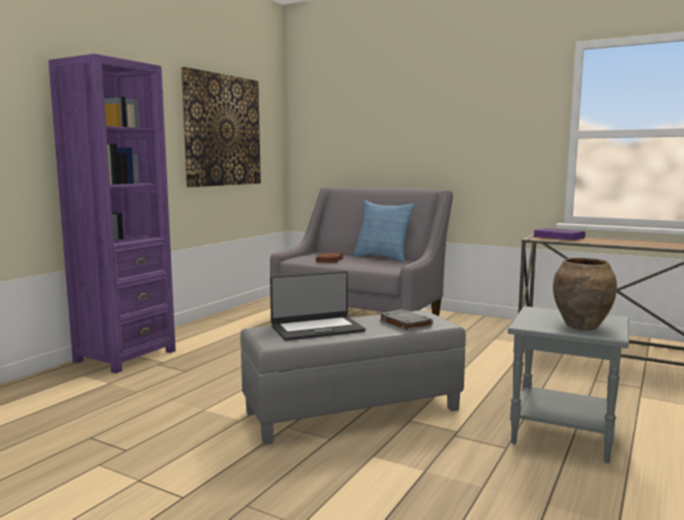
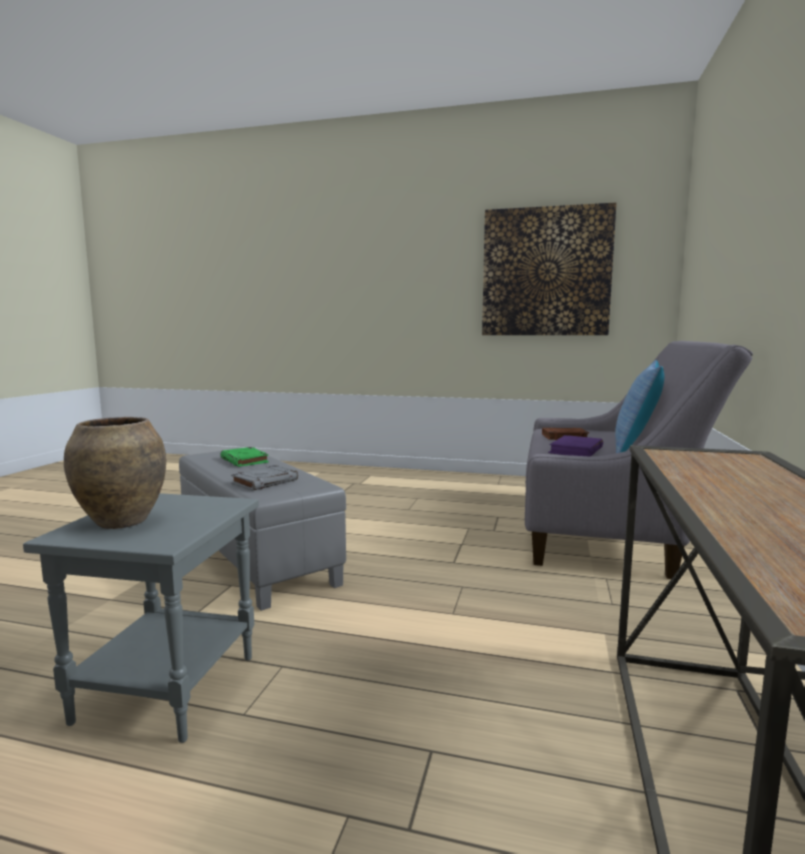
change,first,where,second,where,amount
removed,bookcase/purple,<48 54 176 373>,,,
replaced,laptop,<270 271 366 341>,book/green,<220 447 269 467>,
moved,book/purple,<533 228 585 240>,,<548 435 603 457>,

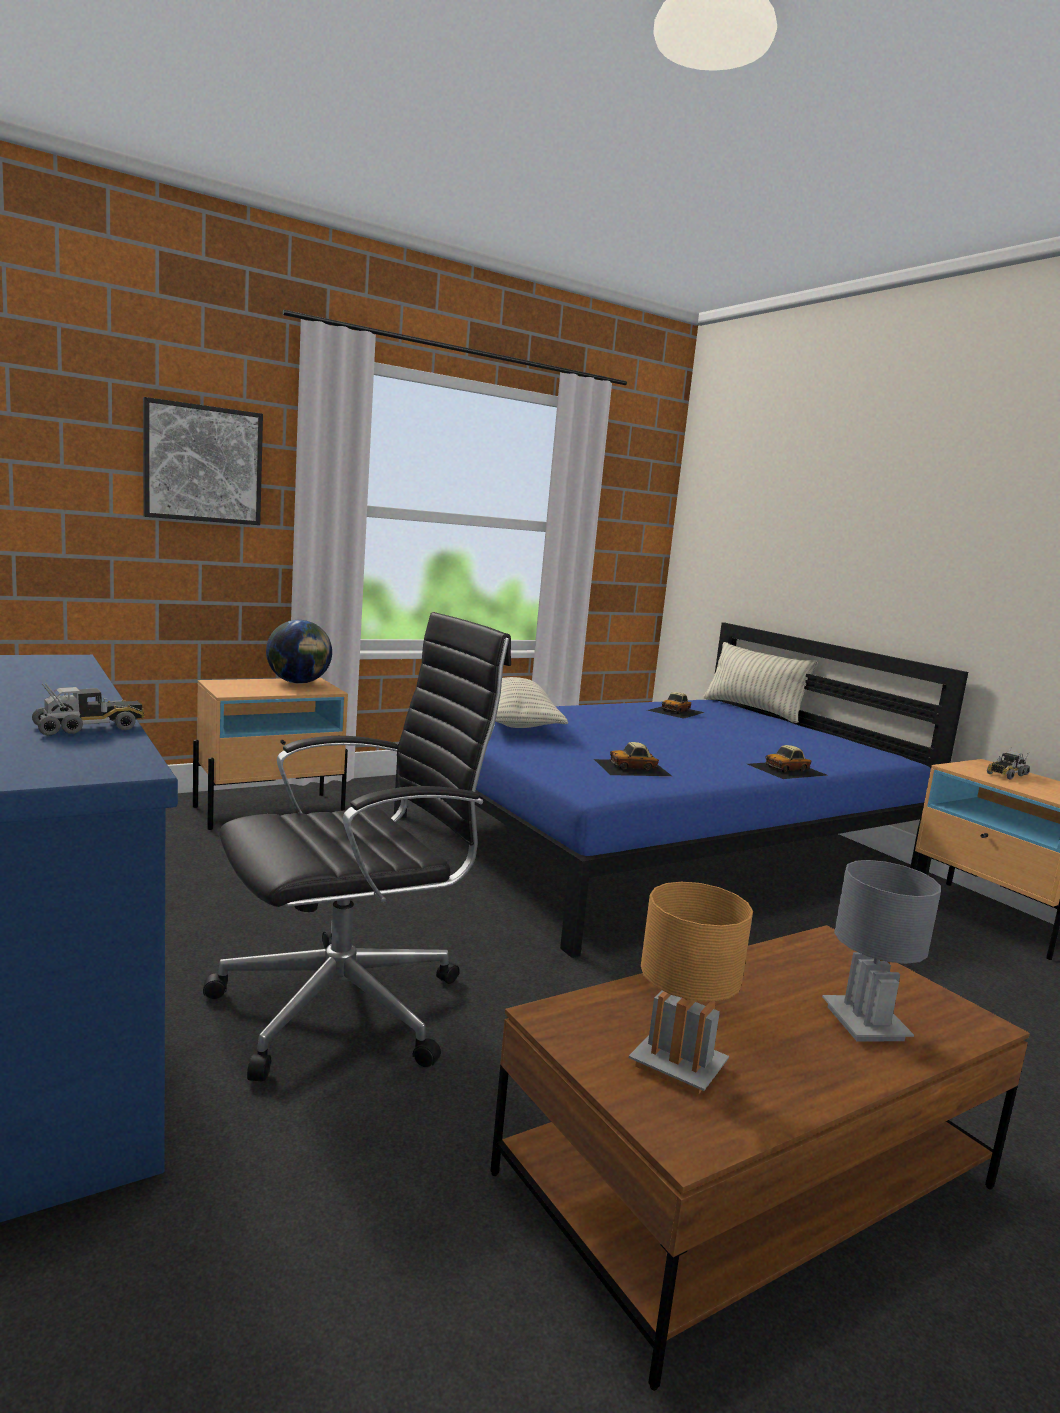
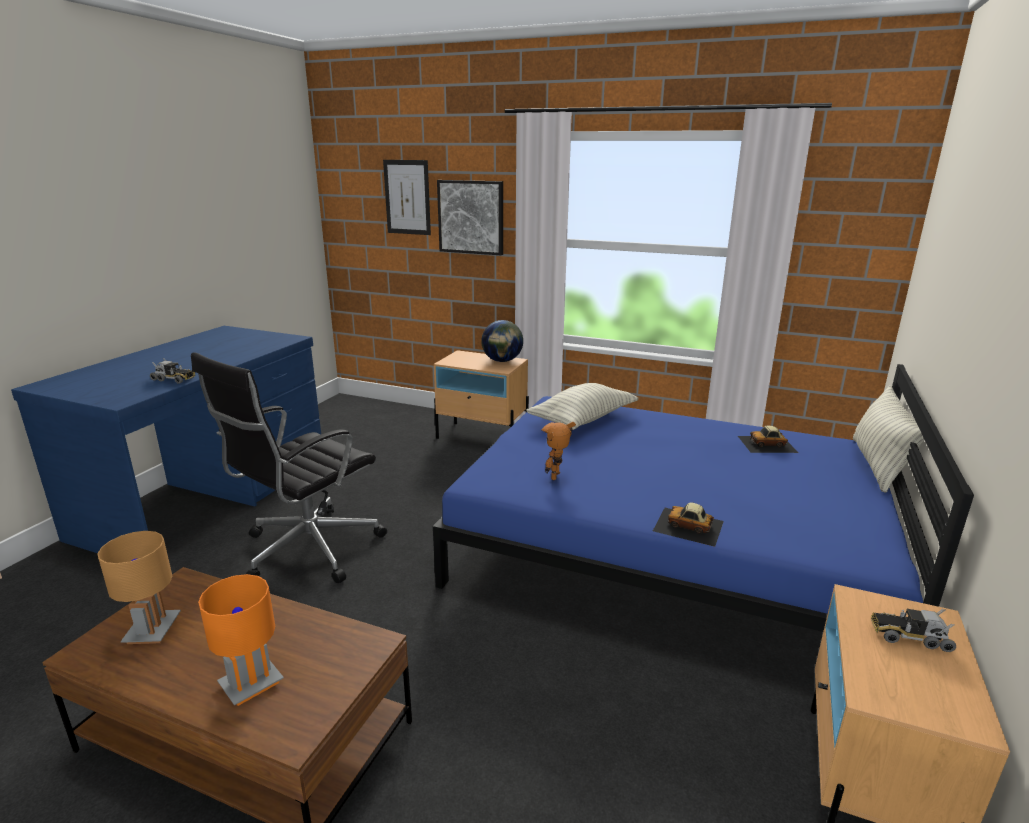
change,first,where,second,where,amount
turned,office chair/black,<203 612 511 1082>,,<191 352 387 583>,105 degrees clockwise
replaced,toy car,<594 742 672 776>,toy robot,<541 422 576 481>,
recoloured,table lamp/grey,<822 860 941 1041>,table lamp/orange,<198 574 284 706>,
added,,,picture,<383 160 431 235>,

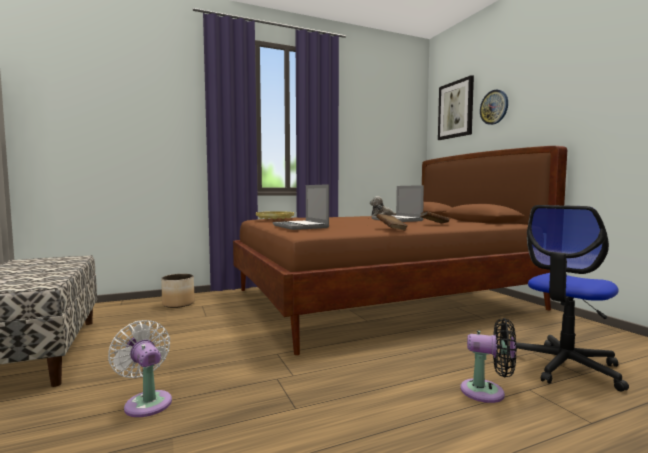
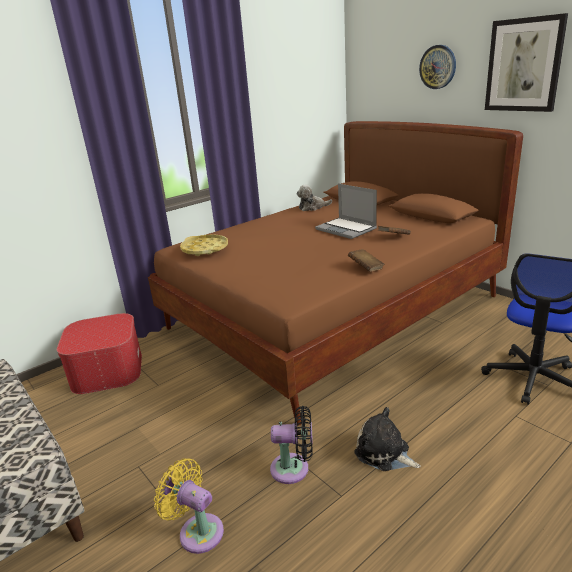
change,first,where,second,where,amount
recoloured,fan/white,<108 320 172 417>,fan/yellow,<154 458 224 554>,
replaced,planter,<161 274 195 308>,ottoman,<57 313 142 394>,
removed,laptop,<273 184 329 230>,,,
moved,picture,<438 75 474 140>,,<485 13 568 112>,
moved,fan/black,<460 318 516 403>,,<270 406 313 484>,
added,,,plush toy,<354 407 421 471>,

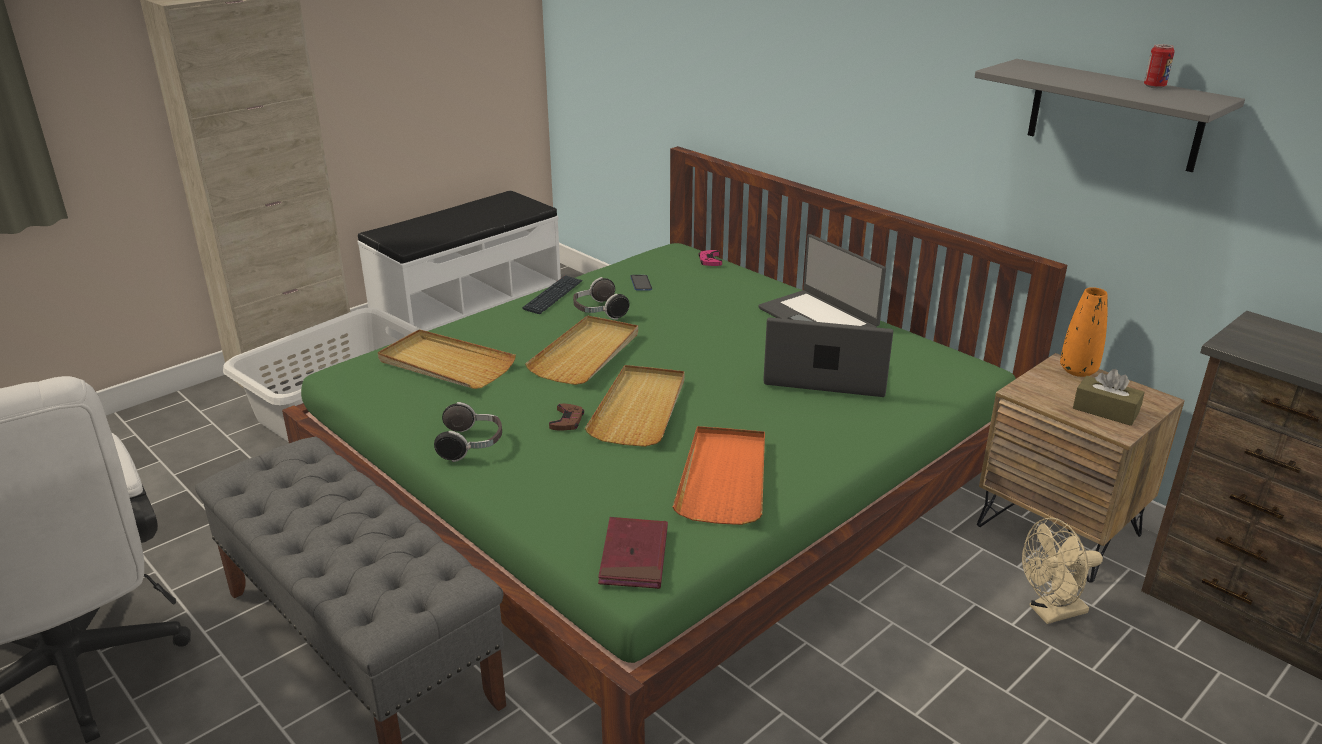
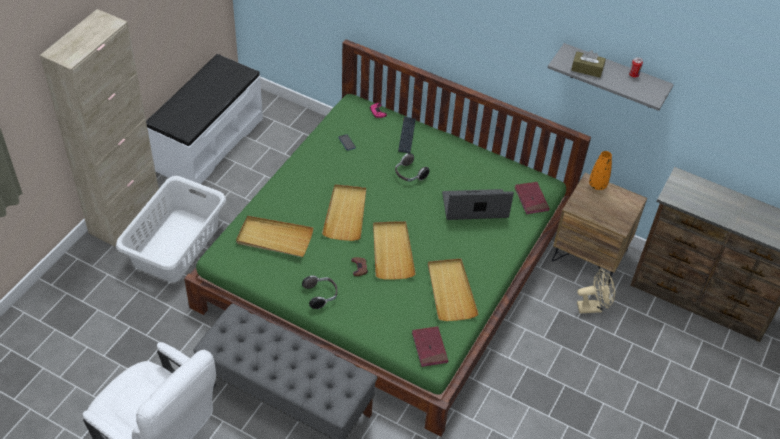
change,first,where,second,where,amount
moved,keyboard,<522 275 583 314>,,<398 117 416 153>,
moved,headphones,<573 277 630 320>,,<395 153 429 181>,
recoloured,tray/orange,<673 426 765 525>,tray/beige,<428 259 478 321>,
removed,laptop,<758 234 886 327>,,,
turned,fan/beige,<1022 518 1103 624>,,<577 268 615 313>,150 degrees counterclockwise
moved,tissue box/brown,<1073 369 1145 426>,,<571 50 606 78>,
added,,,book/red,<515 182 550 214>,

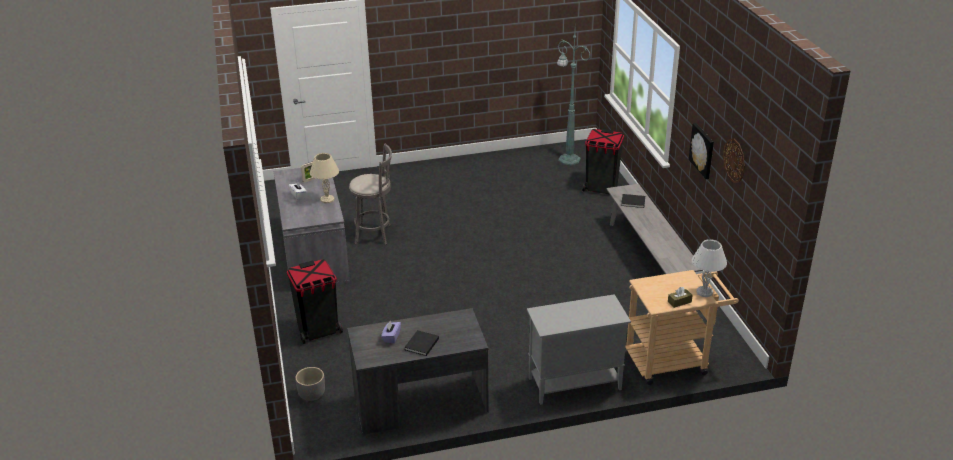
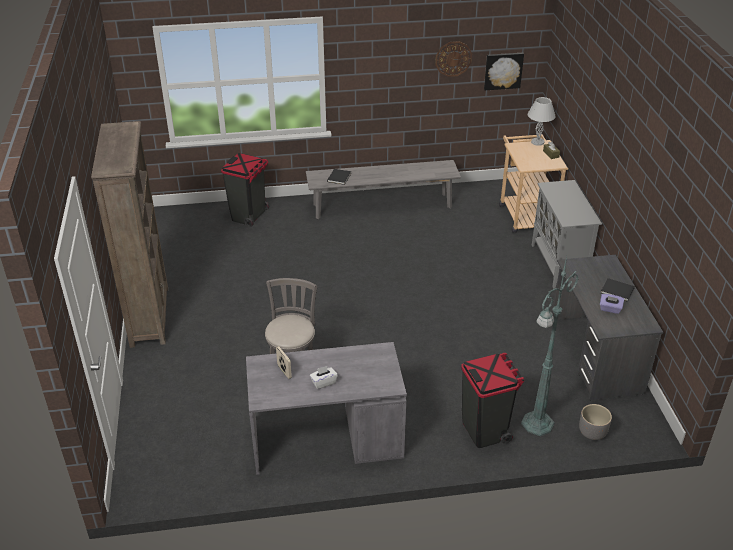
change,first,where,second,where,amount
removed,table lamp/beige,<310 153 339 203>,,,
moved,floor lamp/green,<557 30 591 166>,,<521 256 578 436>,
moved,picture,<689 123 714 179>,,<484 53 524 90>,
added,,,bookcase/brown,<91 121 168 348>,

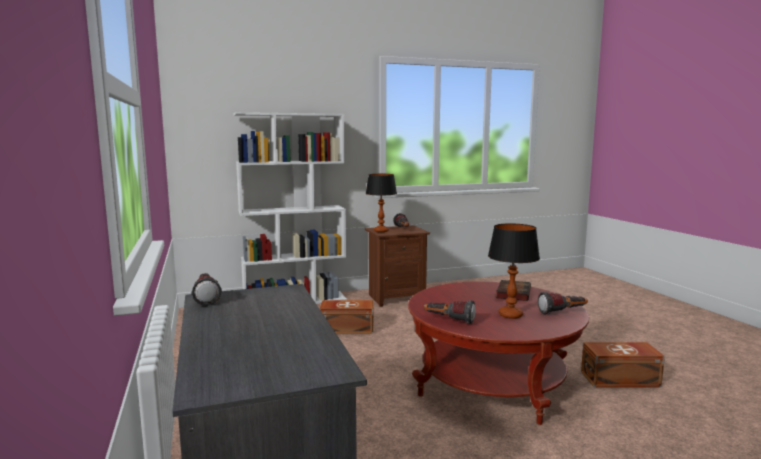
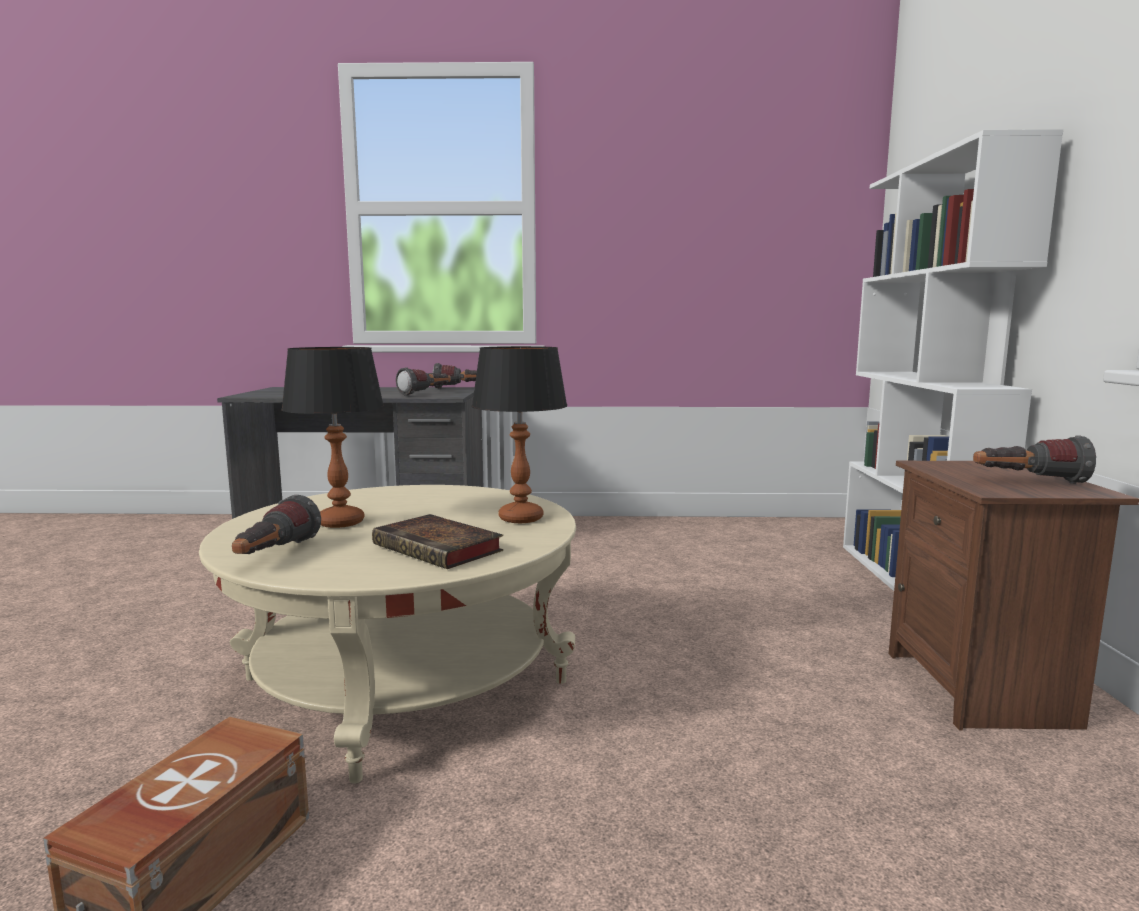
change,first,where,second,where,amount
removed,storage box/brown,<319 300 374 334>,,,
moved,table lamp,<366 174 397 232>,,<471 346 567 523>,
recoloured,coffee table/red,<408 282 589 425>,coffee table/beige,<199 485 576 784>,
moved,flashlight,<424 300 476 324>,,<396 367 451 396>,

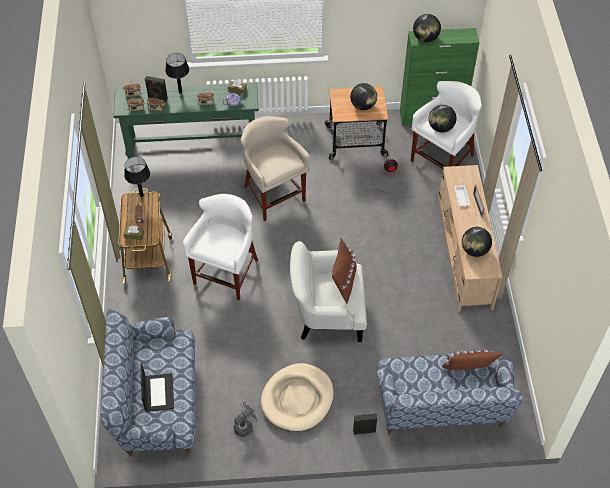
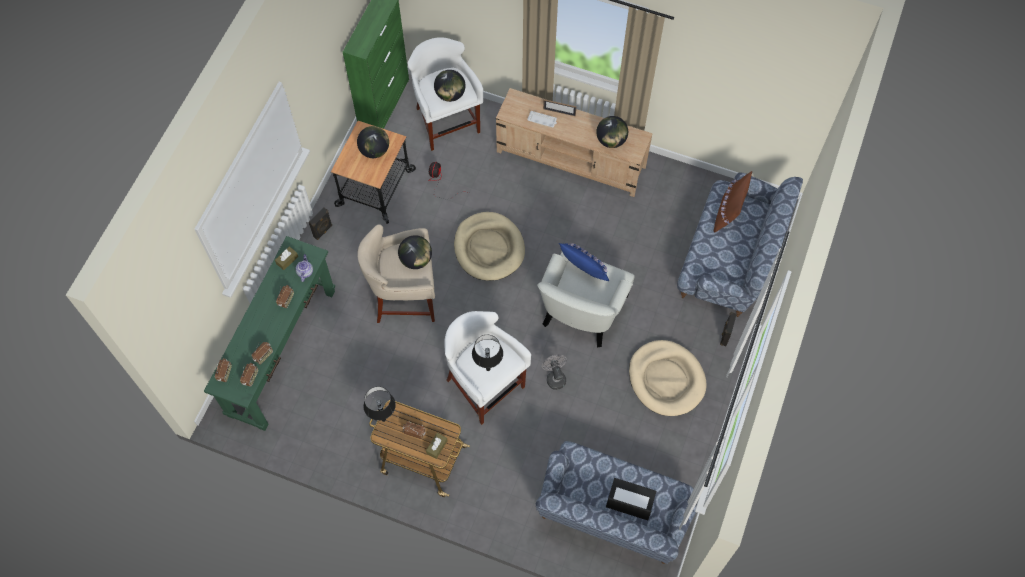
change,first,where,second,where,amount
moved,speaker/black,<145 76 168 102>,,<309 208 332 240>,
moved,table lamp/black,<165 53 189 94>,,<472 335 503 371>,
moved,fan/grey,<234 401 258 437>,,<542 355 567 390>,
recoloured,pillow/brown,<332 238 357 304>,pillow/blue,<559 243 609 281>,
moved,globe,<413 14 441 42>,,<398 235 432 269>,
added,,,dog bed/beige,<454 212 525 281>,

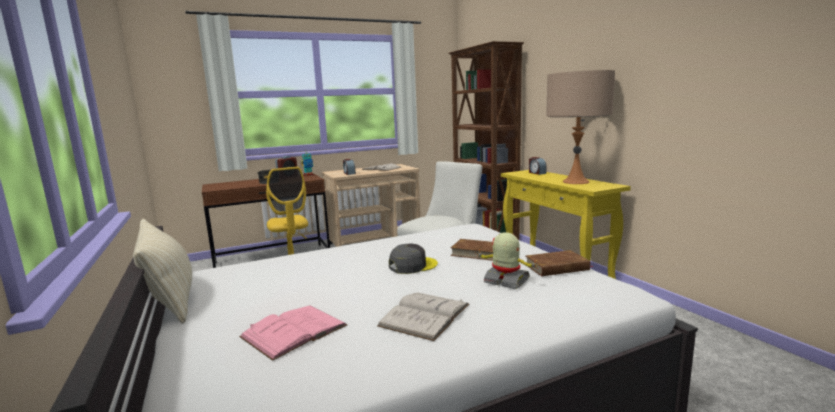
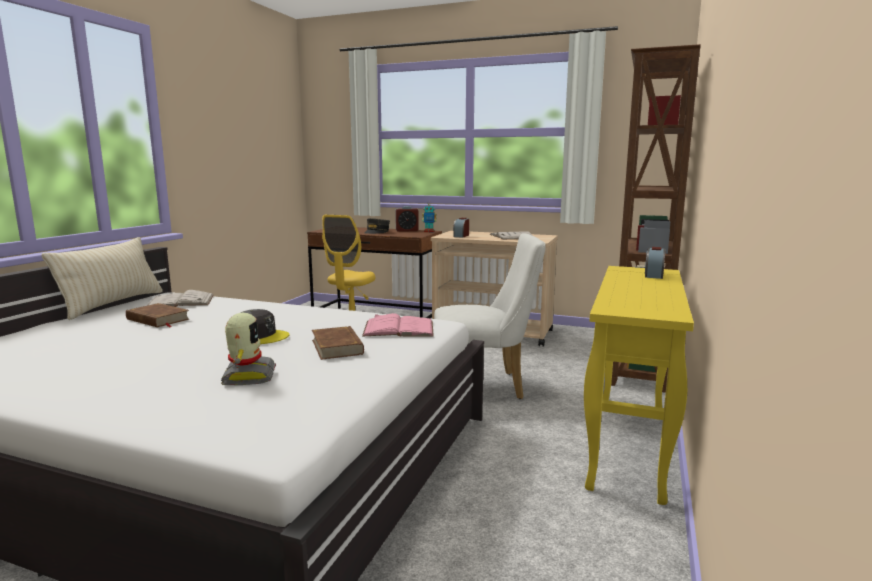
change,first,where,second,where,amount
moved,book/pink,<239 306 347 361>,,<362 313 434 337>,
moved,book/white,<377 292 470 341>,,<147 290 214 307>,
moved,book/brown,<526 250 593 276>,,<126 303 189 327>,
removed,table lamp/beige,<546 70 615 184>,,,

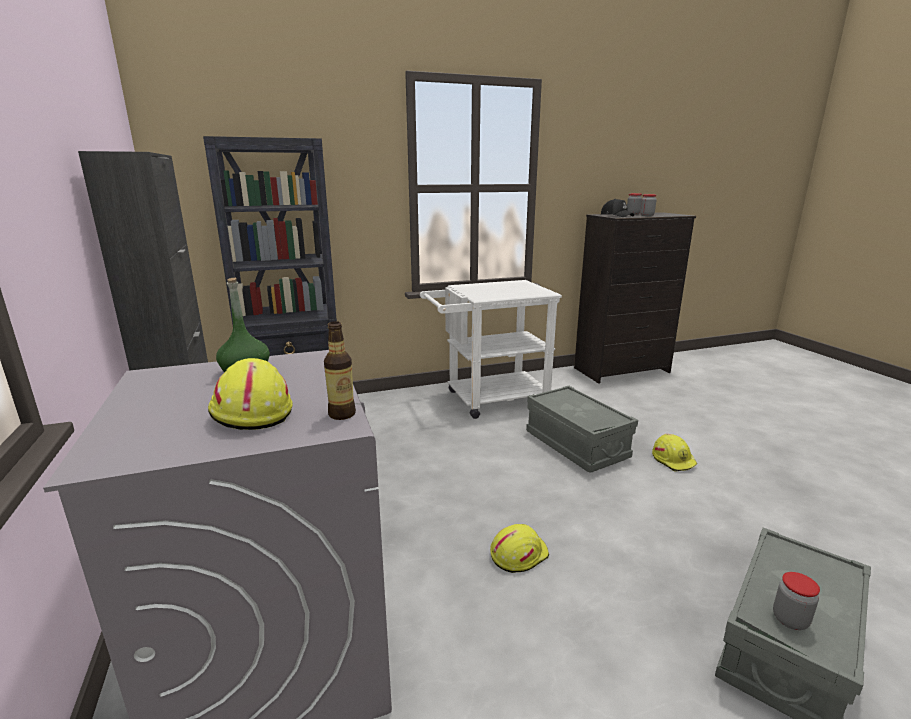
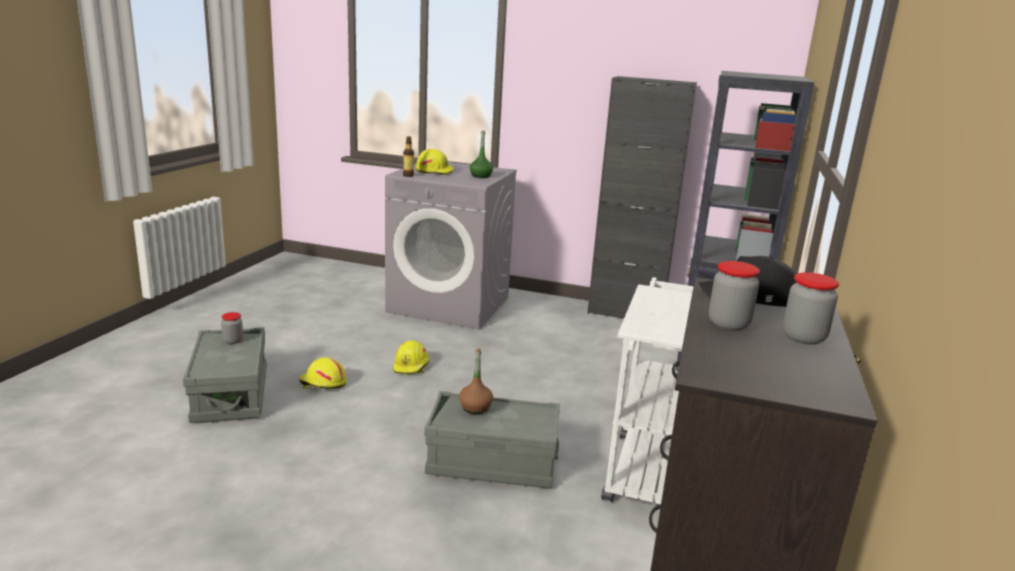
change,first,where,second,where,amount
moved,hard hat/yellow,<652 434 697 472>,,<299 357 347 389>,
added,,,bottle/brown,<459 348 493 414>,

